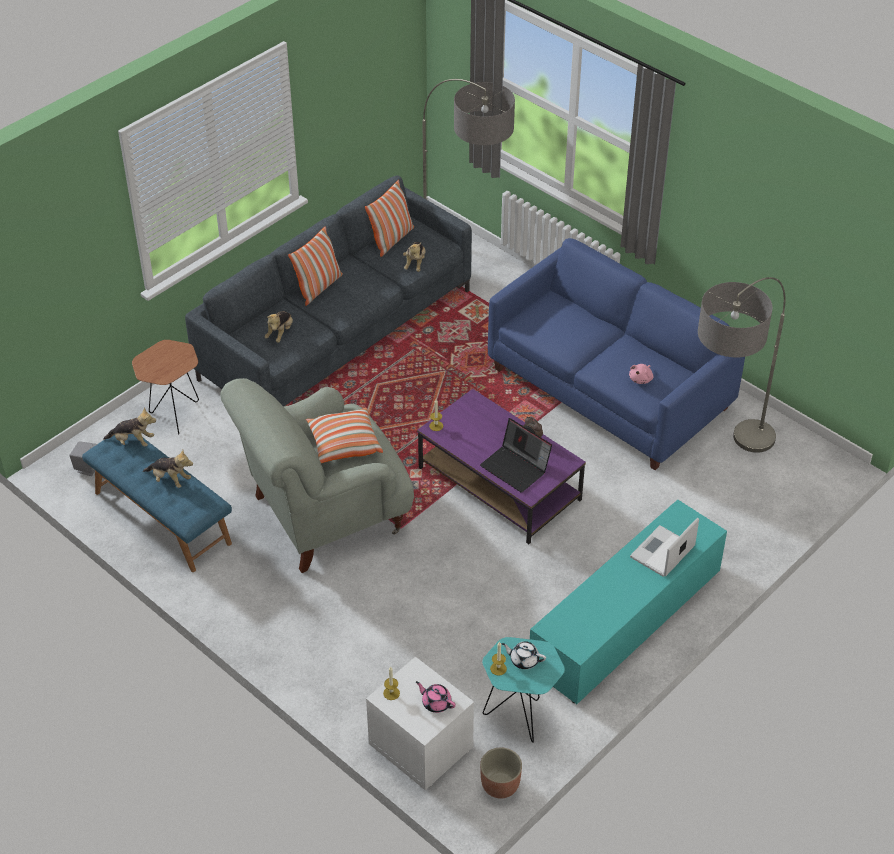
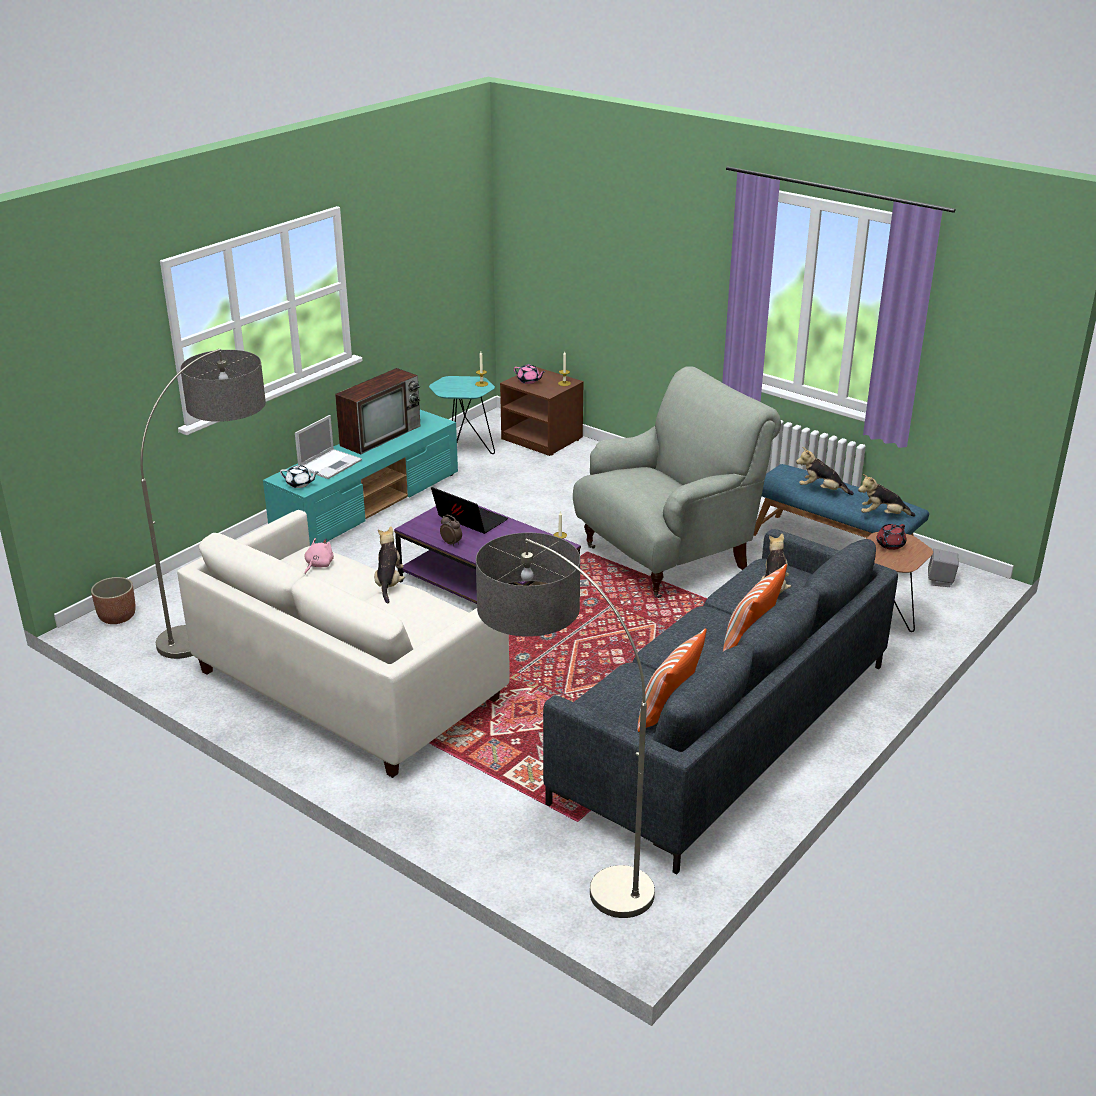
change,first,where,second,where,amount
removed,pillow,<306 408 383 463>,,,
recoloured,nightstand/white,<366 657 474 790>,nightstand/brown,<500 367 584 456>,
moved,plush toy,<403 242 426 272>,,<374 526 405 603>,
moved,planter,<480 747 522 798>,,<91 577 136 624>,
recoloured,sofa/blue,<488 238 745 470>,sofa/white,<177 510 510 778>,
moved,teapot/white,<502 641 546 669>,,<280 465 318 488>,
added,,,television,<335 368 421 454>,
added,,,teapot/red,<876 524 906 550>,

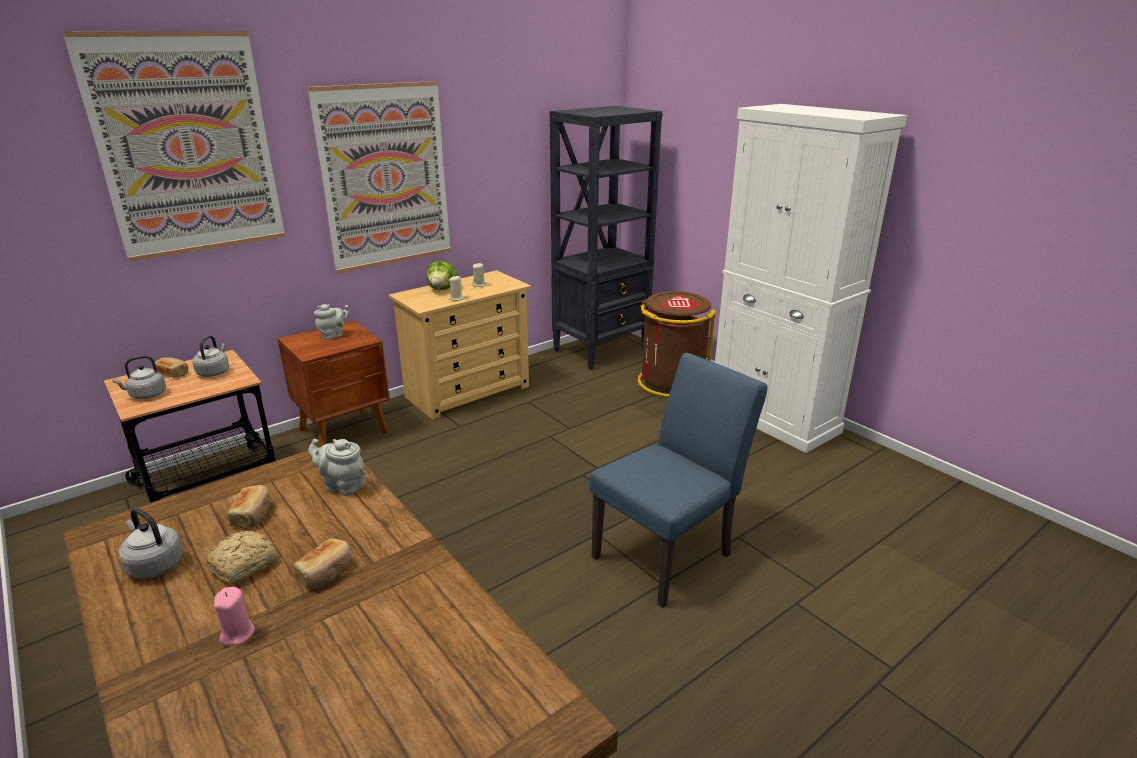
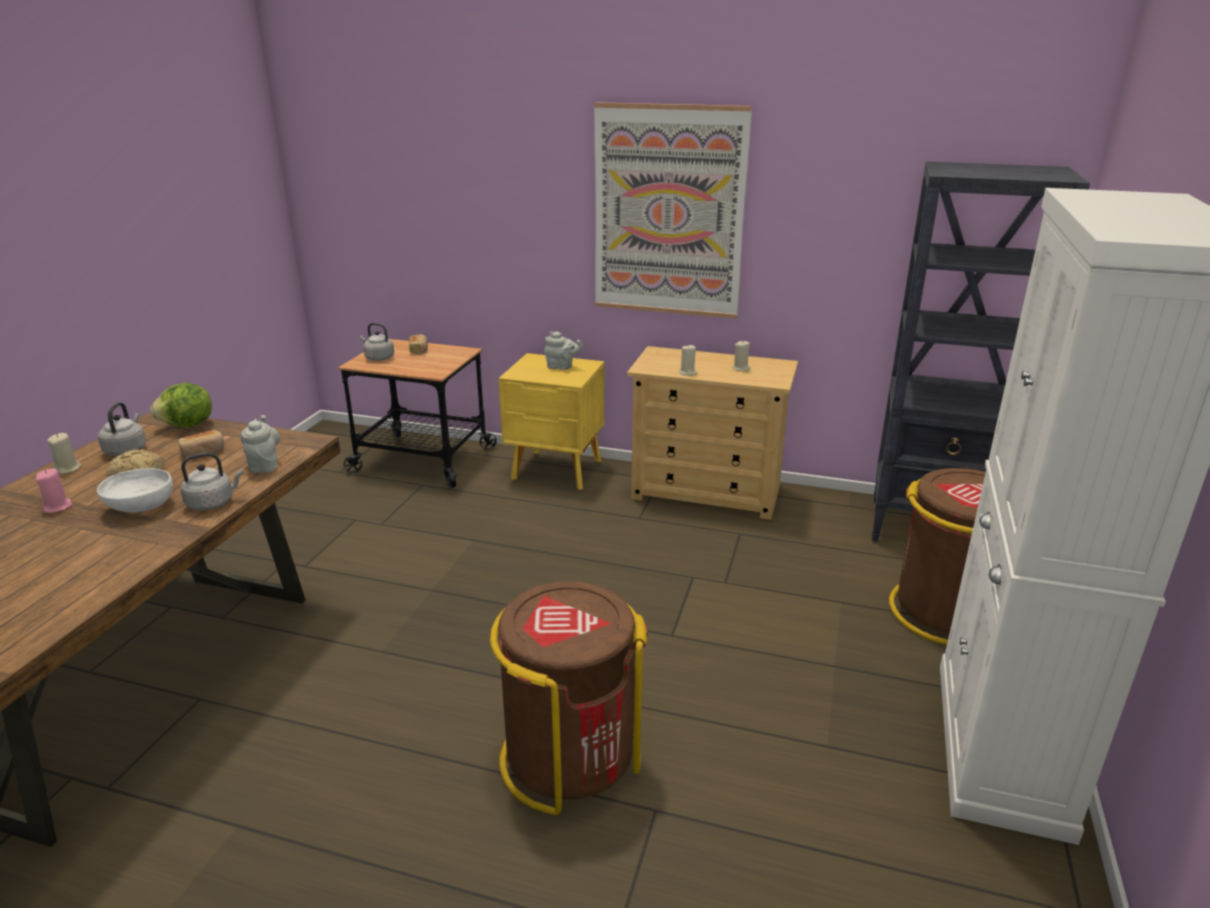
change,first,where,second,where,amount
removed,picture,<63 31 285 262>,,,
moved,kettle/grey,<192 335 229 377>,,<180 452 243 511>,
recoloured,nightstand/brown,<278 320 390 446>,nightstand/yellow,<499 353 604 490>,
replaced,bread,<294 538 351 589>,bowl/white,<97 468 173 512>,
moved,lettuce,<426 261 458 290>,,<150 383 212 427>,
replaced,chair/blue,<590 353 768 608>,trash can/brown,<490 581 648 815>,
added,,,candle/beige,<47 433 81 474>,

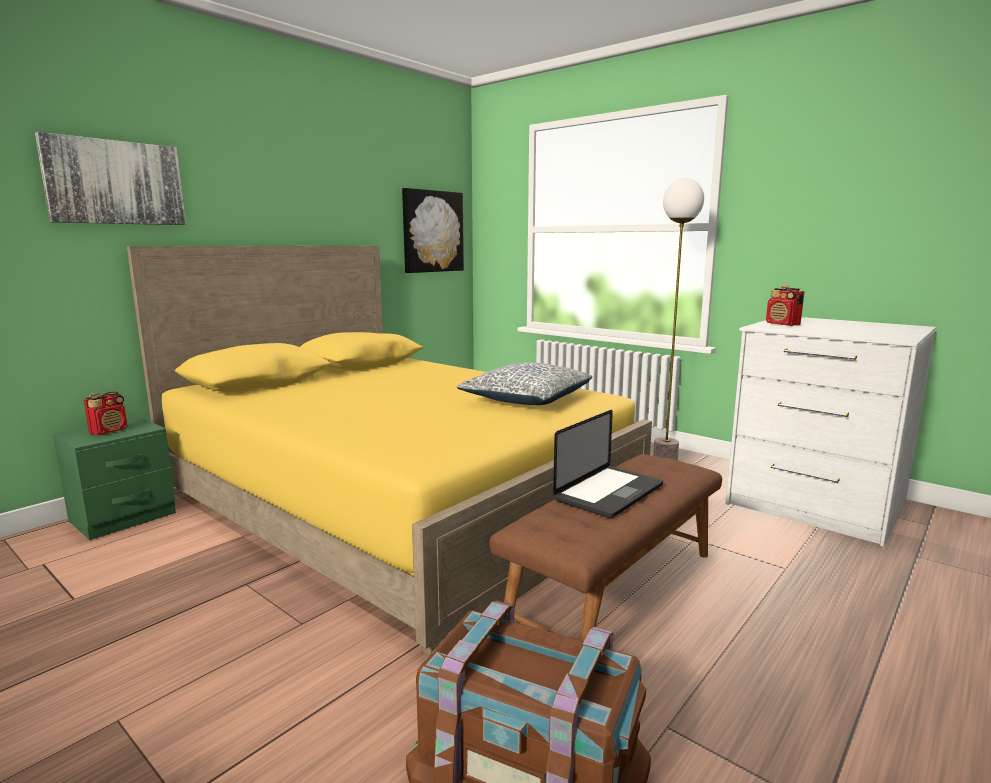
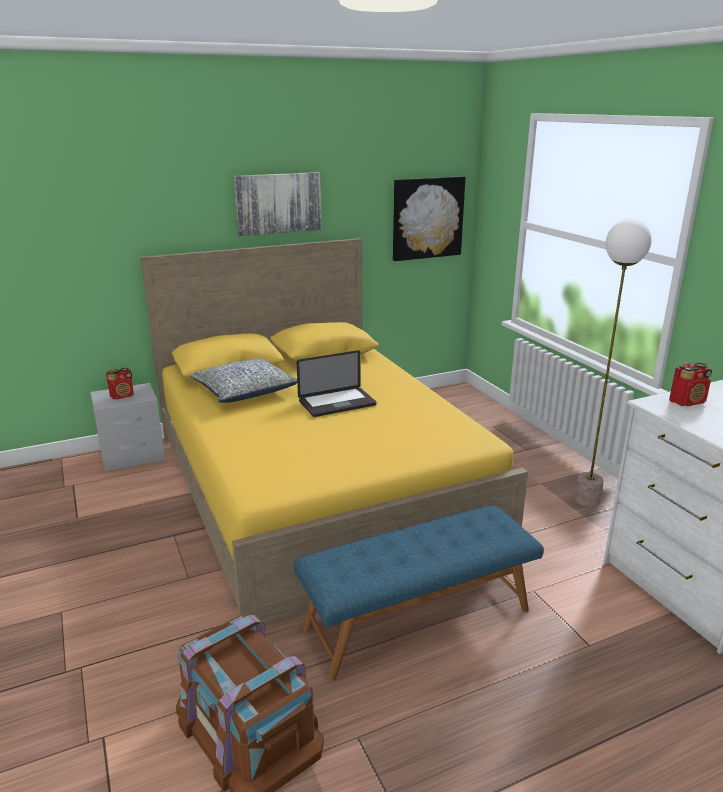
change,first,where,second,where,amount
moved,picture,<35 132 186 225>,,<234 172 322 236>,
recoloured,nightstand/green,<53 417 176 540>,nightstand/grey,<91 383 165 472>,
moved,pillow,<457 362 592 405>,,<190 359 297 403>,
recoloured,bench/brown,<490 454 722 641>,bench/blue,<293 505 544 681>,
moved,laptop,<553 410 663 518>,,<297 350 377 417>,
turned,radio,<766 285 805 326>,,<669 362 712 407>,105 degrees counterclockwise

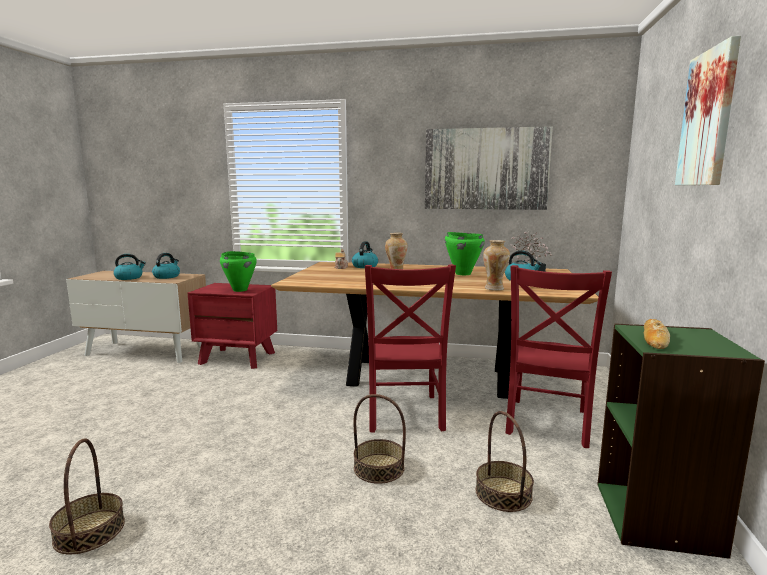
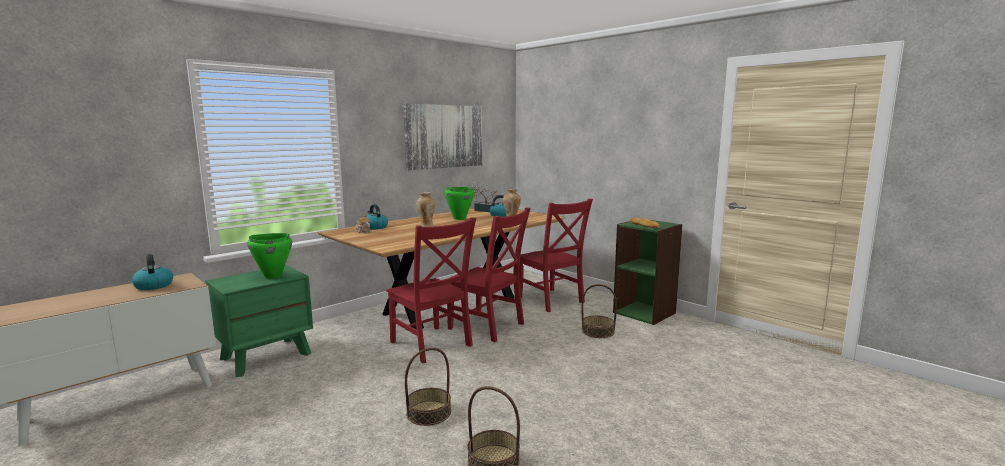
change,first,where,second,where,amount
removed,kettle,<113 254 146 280>,,,
recoloured,nightstand/red,<188 283 277 369>,nightstand/green,<205 265 313 377>,
moved,basket,<353 394 406 484>,,<405 348 451 426>,
removed,picture,<675 36 741 185>,,,
added,,,chair/red,<386 217 476 363>,

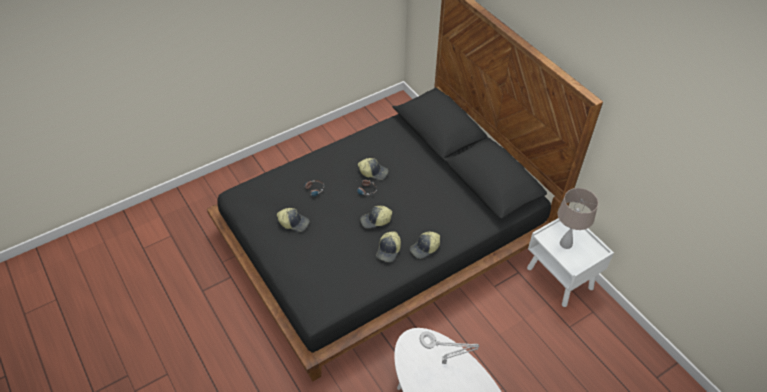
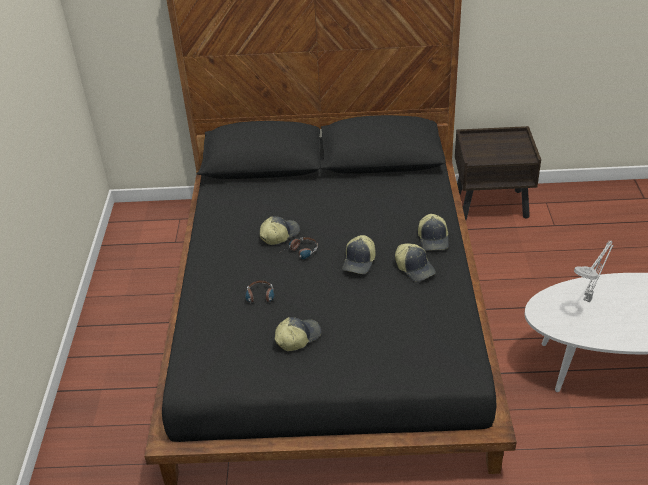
change,first,where,second,where,amount
recoloured,nightstand/white,<527 218 614 307>,nightstand/brown,<455 126 541 220>,
removed,table lamp/beige,<557 188 598 249>,,,

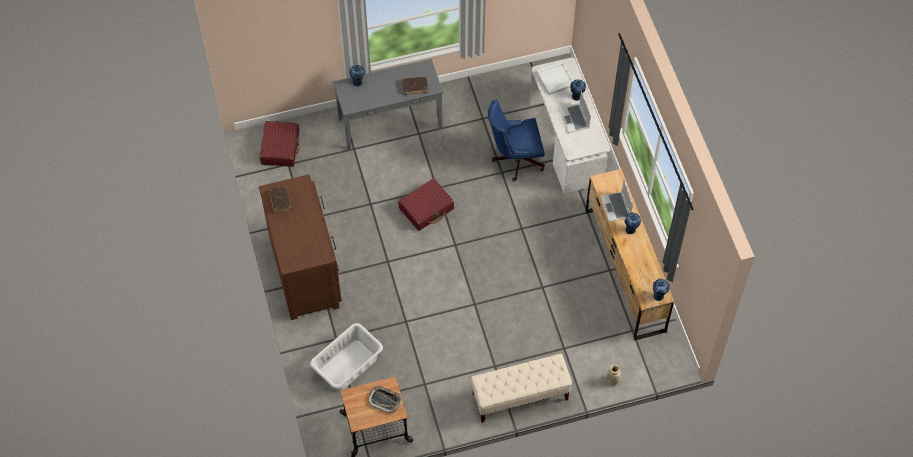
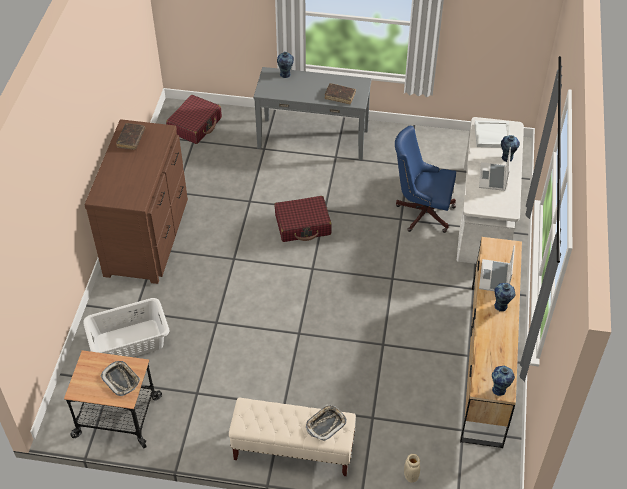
change,first,where,second,where,amount
added,,,tray,<306 404 347 441>,

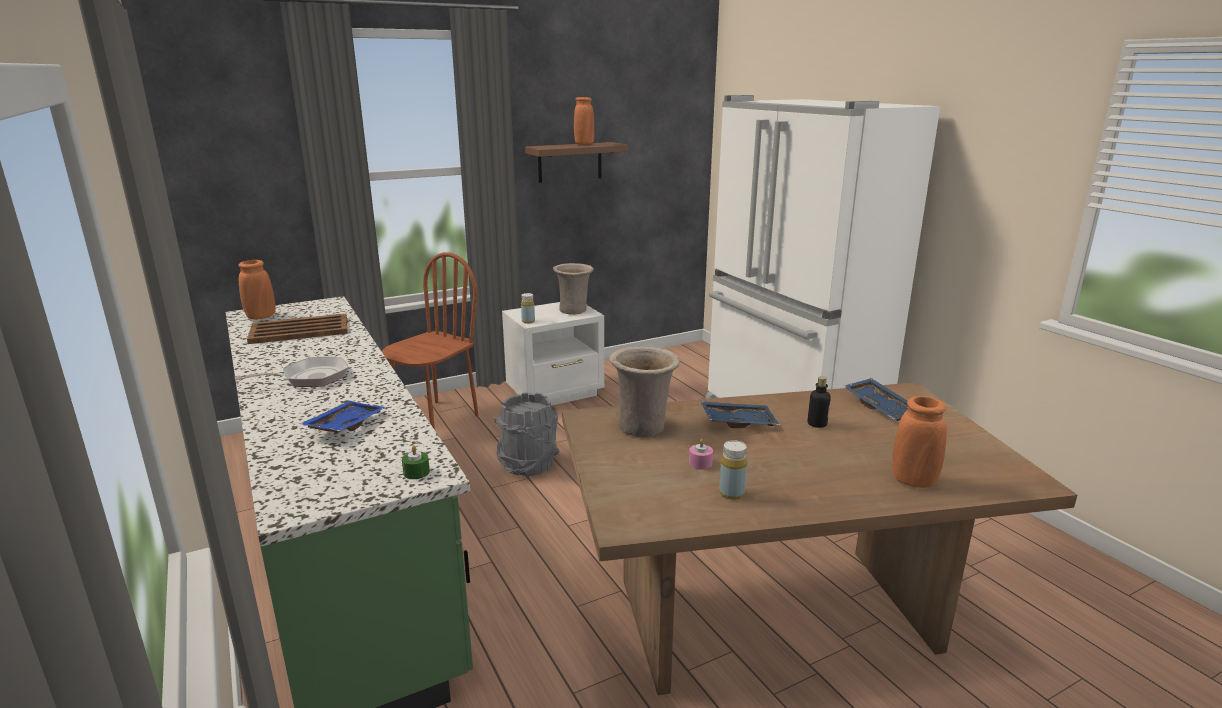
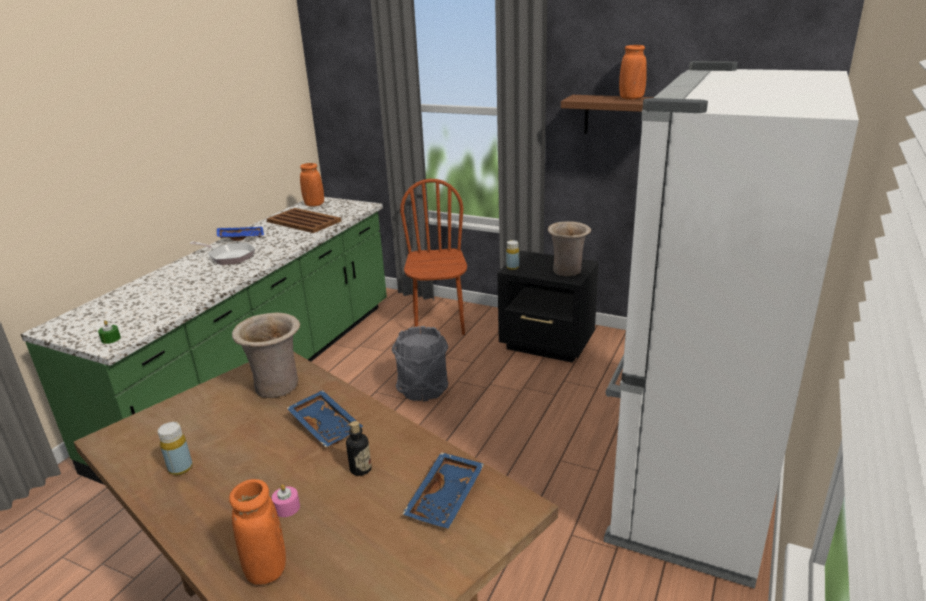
change,first,where,second,where,amount
moved,tray/blue,<300 401 387 432>,,<217 227 264 241>,
turned,chair/brown,<382 252 479 430>,,<400 179 467 335>,90 degrees counterclockwise
recoloured,nightstand/white,<502 302 604 405>,nightstand/black,<497 251 599 363>,
moved,candle/pink,<689 439 713 469>,,<272 484 300 517>,

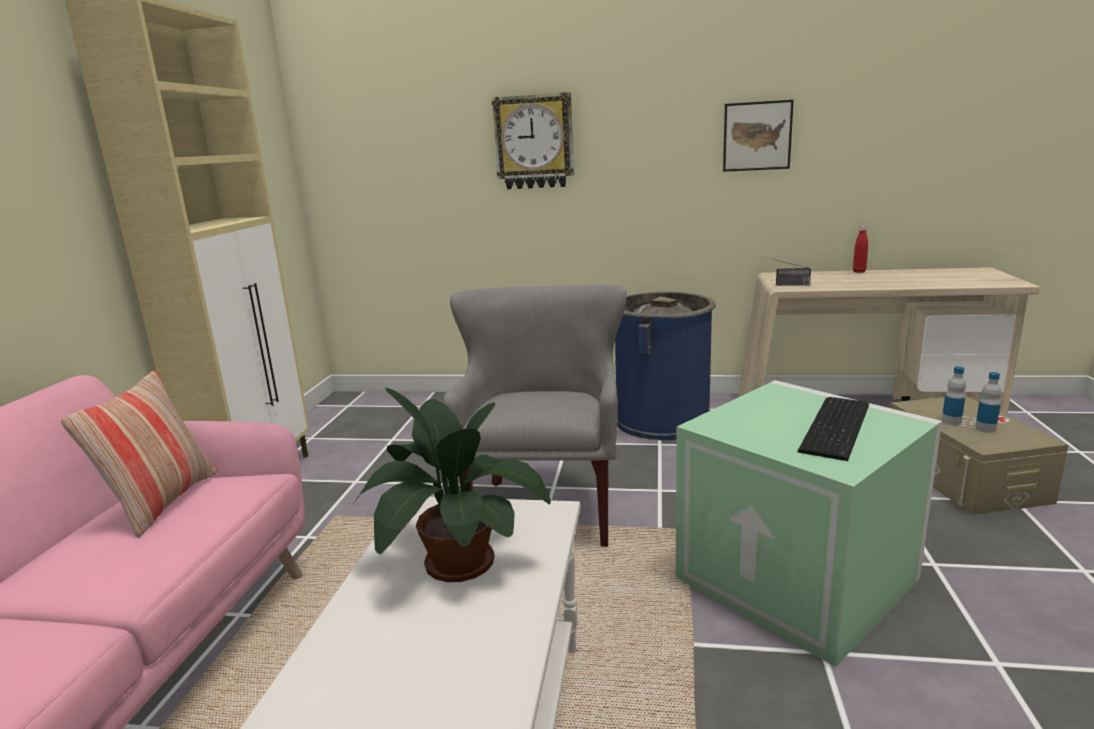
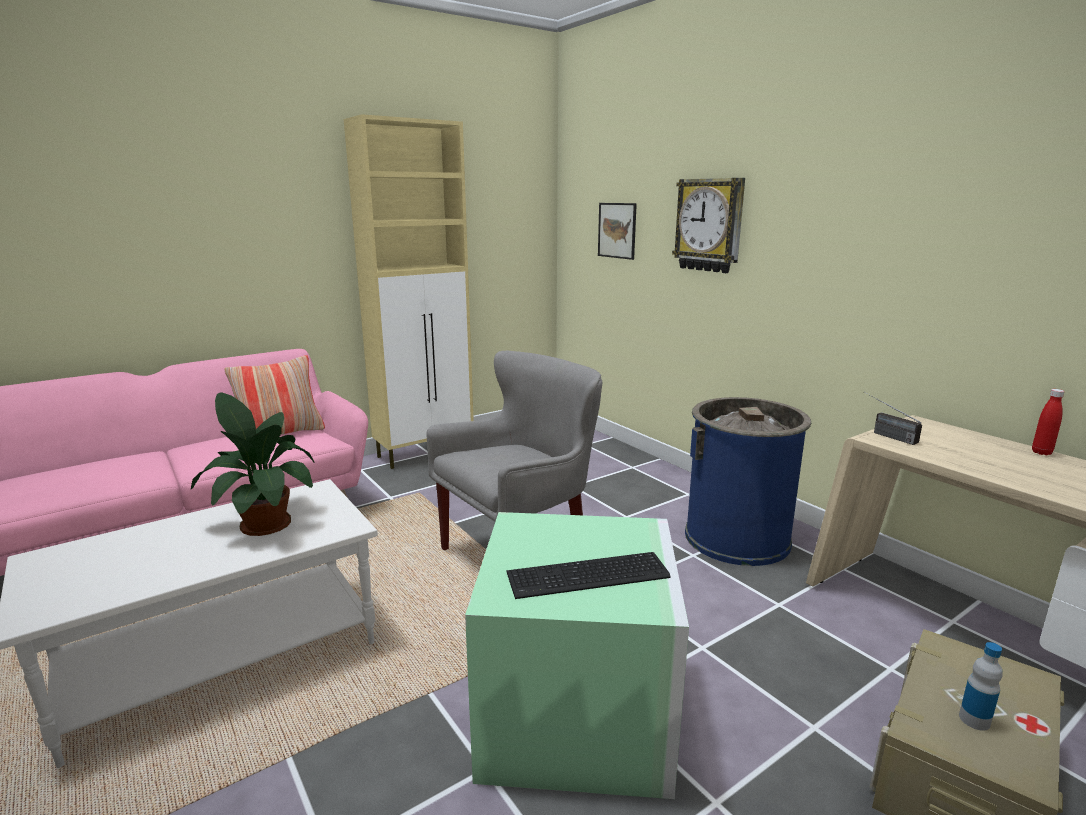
change,first,where,second,where,amount
moved,picture,<723 100 794 172>,,<598 203 637 260>,
removed,bottle,<942 366 966 425>,,,

